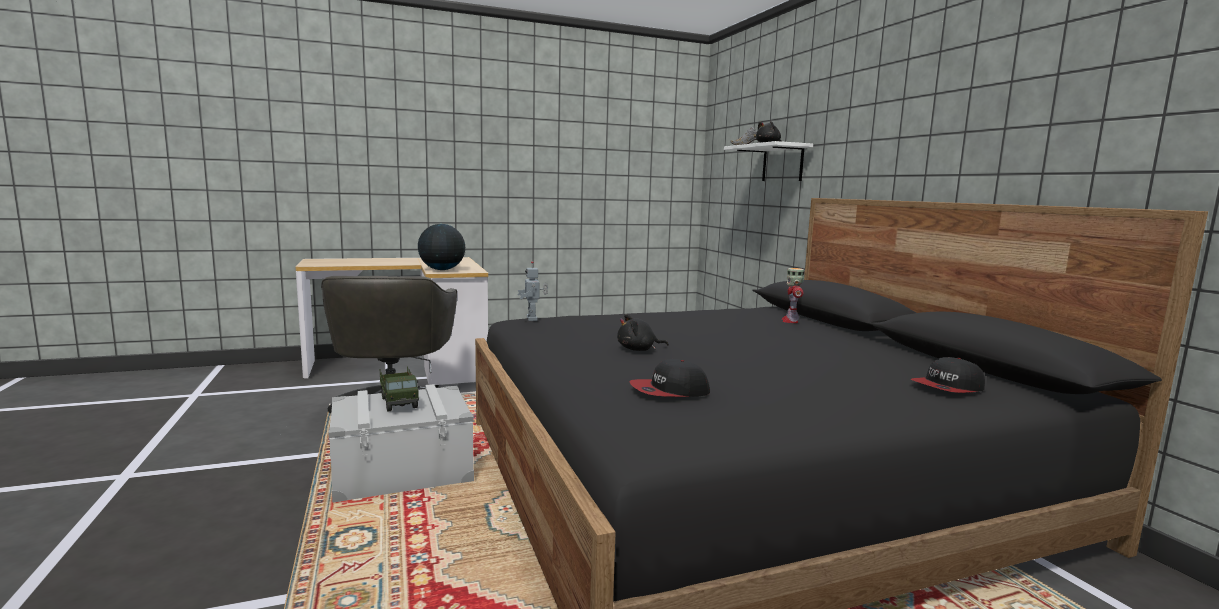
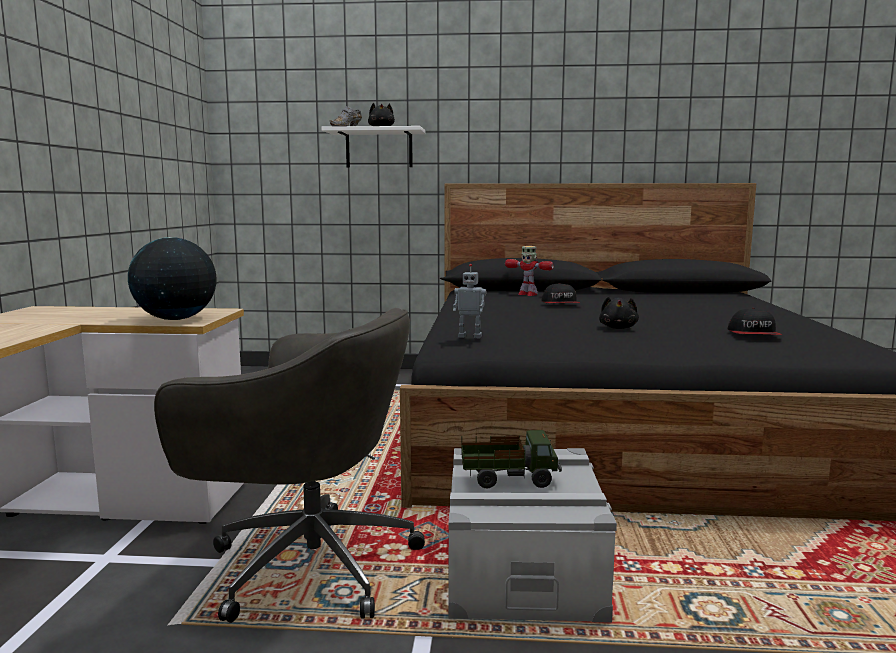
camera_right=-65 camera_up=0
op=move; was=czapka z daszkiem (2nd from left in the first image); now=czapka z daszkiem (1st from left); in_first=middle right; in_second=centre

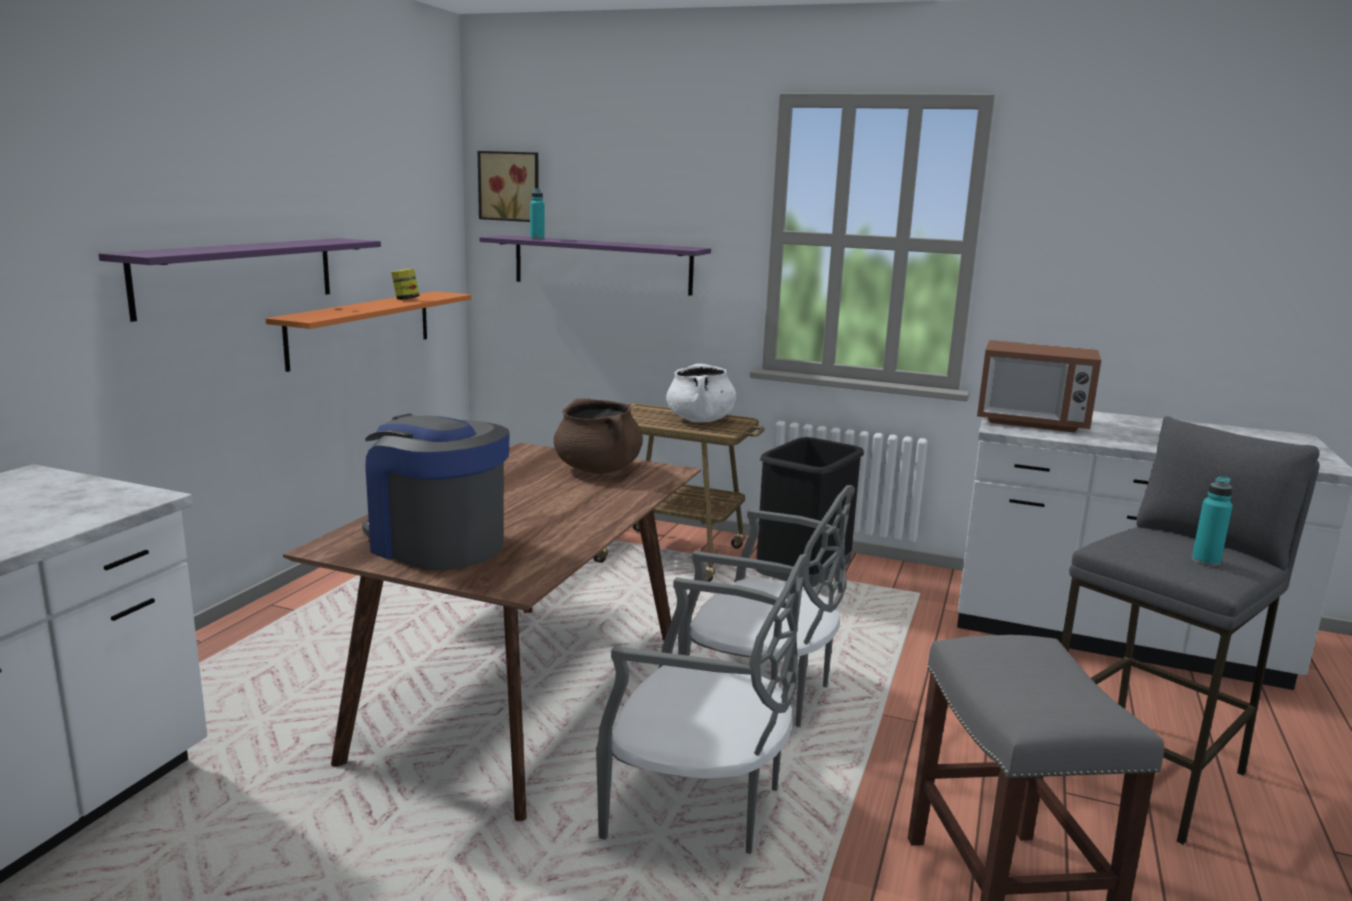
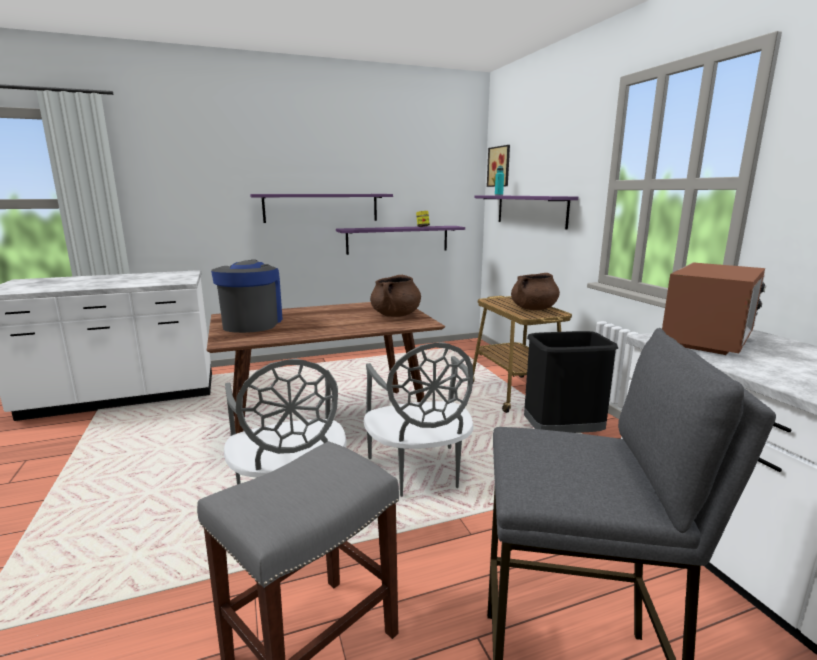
camera_right=50 camera_up=0
op=recolor; was=półka/pomarańczowy; now=półka/fioletowy (2nd from left); in_first=middle left; in_second=centre
op=recolor; was=garnek/biały; now=garnek/brązowy (2nd from left); in_first=centre; in_second=centre
op=rotate; was=mikrofalówka; in_first=middle right; in_second=middle right; clockwise=-120
op=delete; was=butelka/turkusowy (2nd from left); in_first=middle right

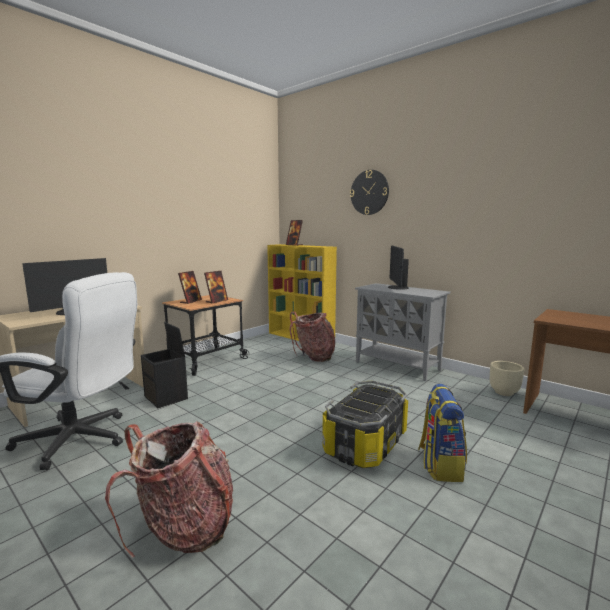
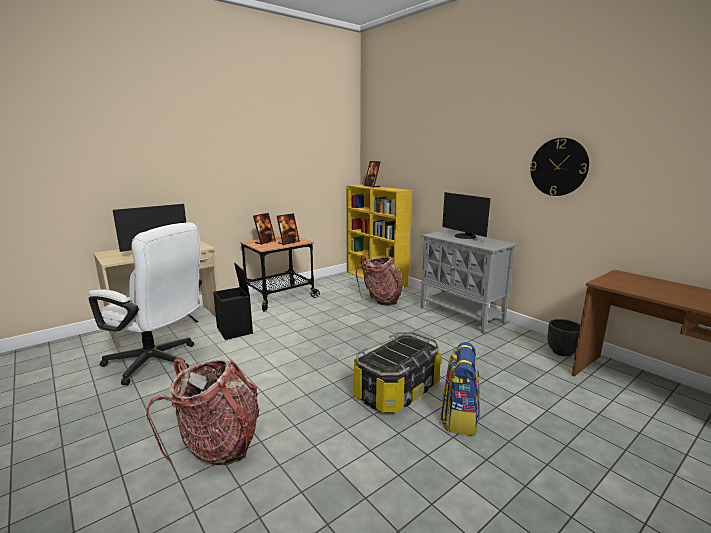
camera_right=10 camera_up=5
op=move; was=zegar ścienny; in_first=top centre; in_second=top right
op=rotate; was=monitor (2nd from left); in_first=centre; in_second=centre; clockwise=-45
op=recolor; was=donica/beżowy; now=donica/czarny; in_first=middle right; in_second=middle right

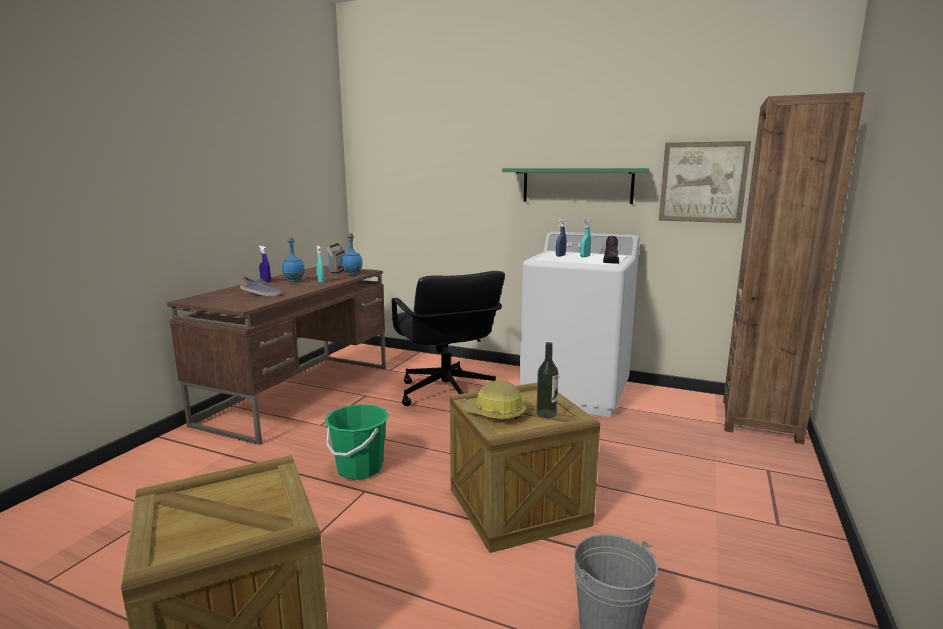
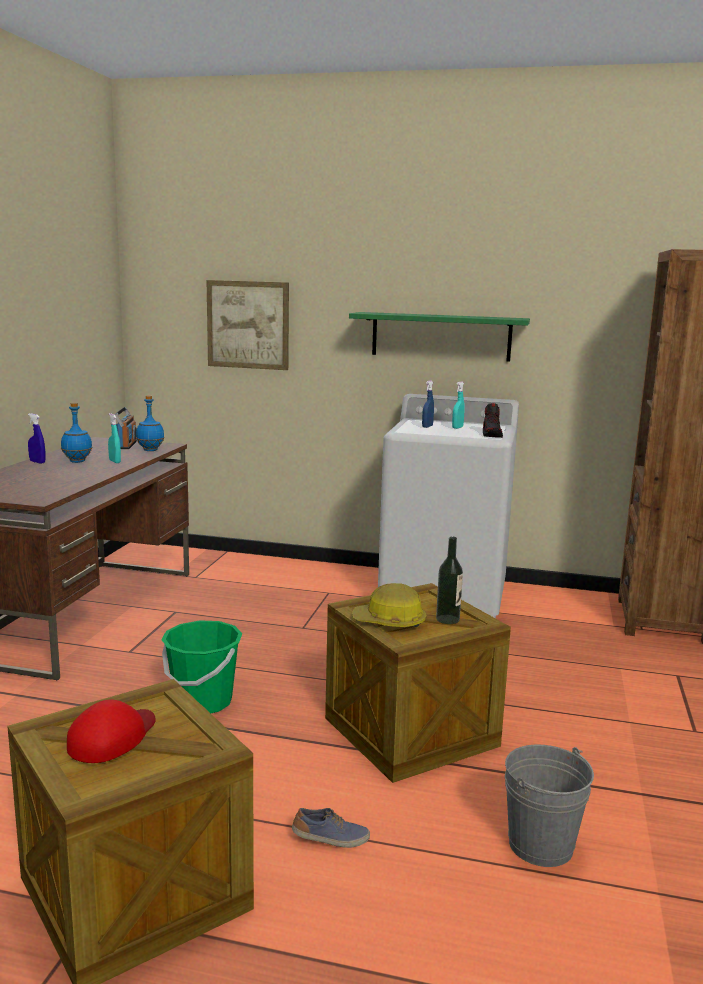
camera_right=-10 camera_up=0
op=move; was=but (1st from left); in_first=middle left; in_second=bottom centre
op=delete; was=krzesło biurowe/czarny; in_first=centre
op=move; was=obraz; in_first=top right; in_second=top centre
op=insert; now=czapka z daszkiem/czerwony; in_second=bottom left

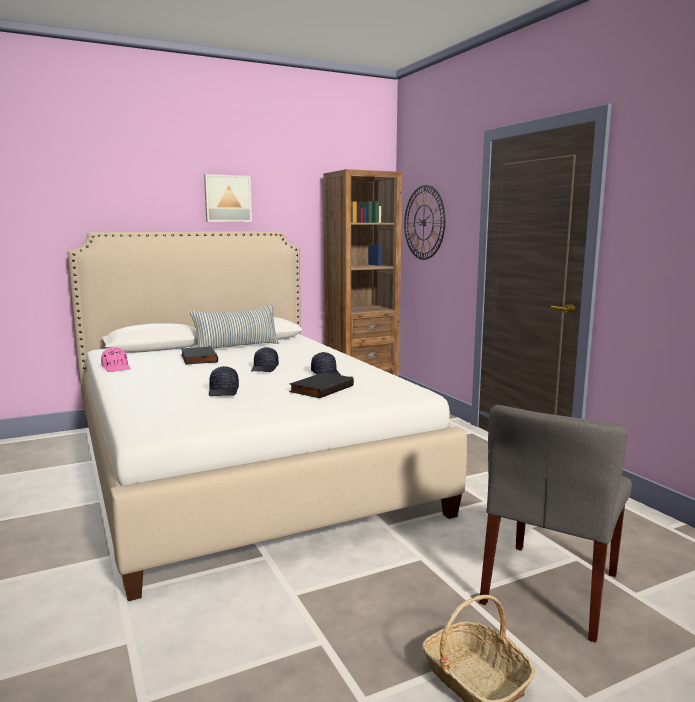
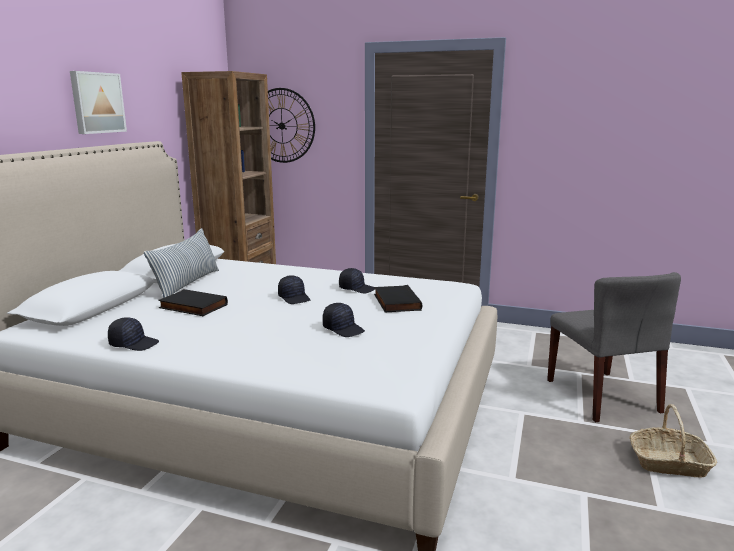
camera_right=-45 camera_up=5
op=recolor; was=czapka z daszkiem/różowy; now=czapka z daszkiem/czarny (1st from left); in_first=middle left; in_second=middle left

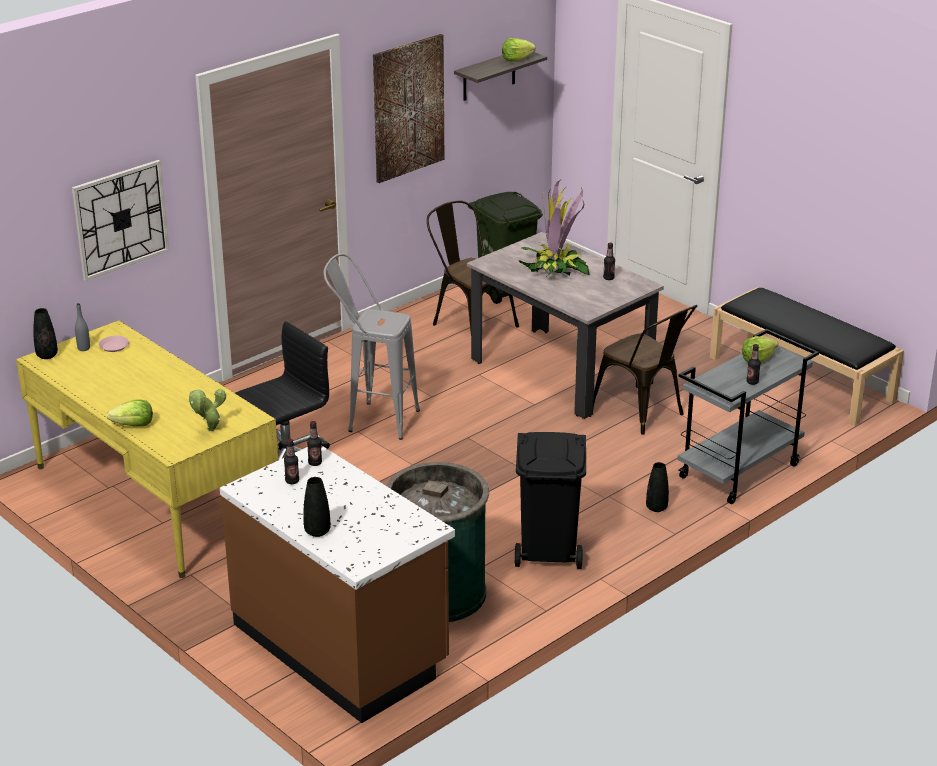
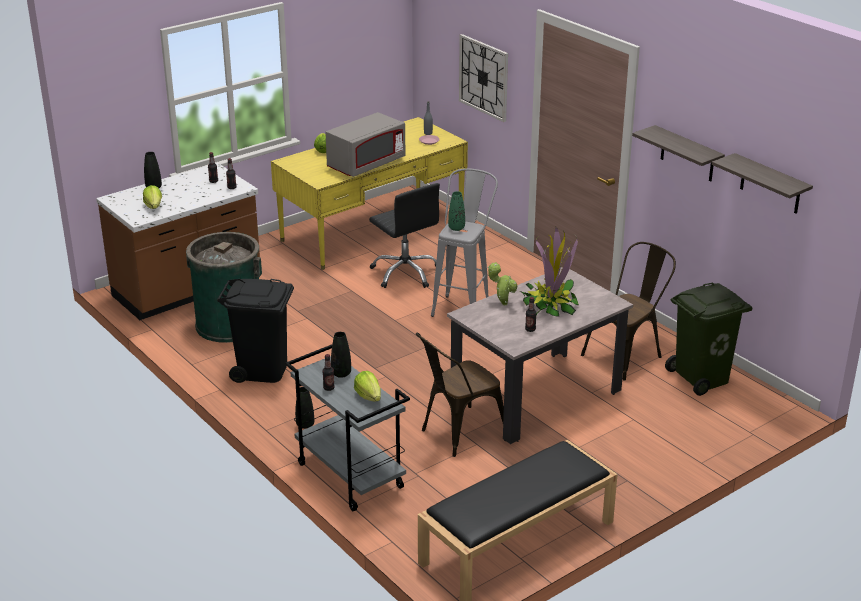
camera_right=95 camera_up=0
op=move; was=wazon/czarny (1st from left in the first image); now=wazon/czarny (3rd from left); in_first=middle left; in_second=centre
op=move; was=roślina doniczkowa (1st from left); in_first=middle left; in_second=centre
op=replace; was=obraz; now=półka (1st from left); in_first=top centre; in_second=top right
op=move; was=sałata (2nd from left in the first image); now=sałata (1st from left); in_first=top centre; in_second=top left
op=insert; now=mikrofalówka/szary; in_second=top centre
op=insert; now=wazon/zielony; in_second=centre

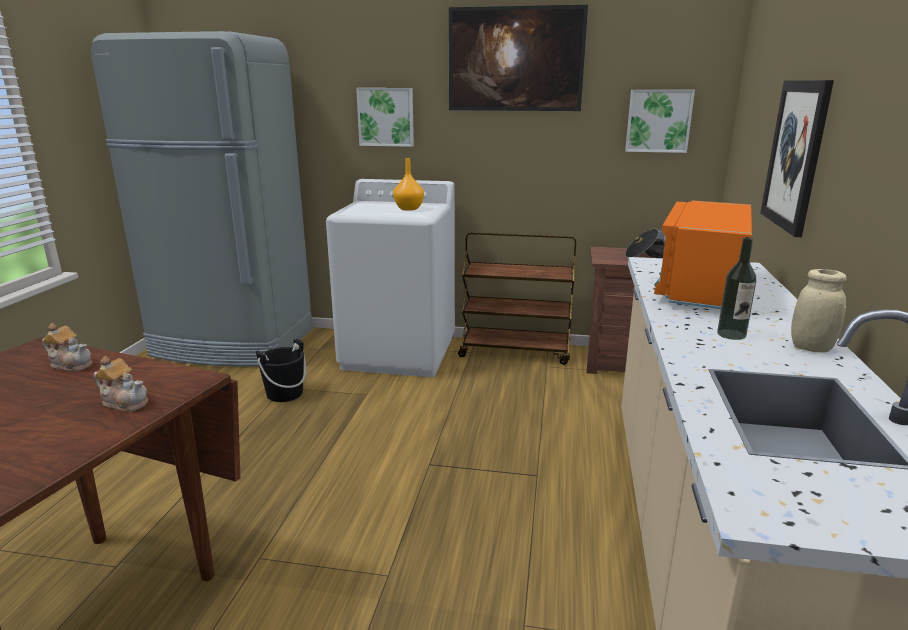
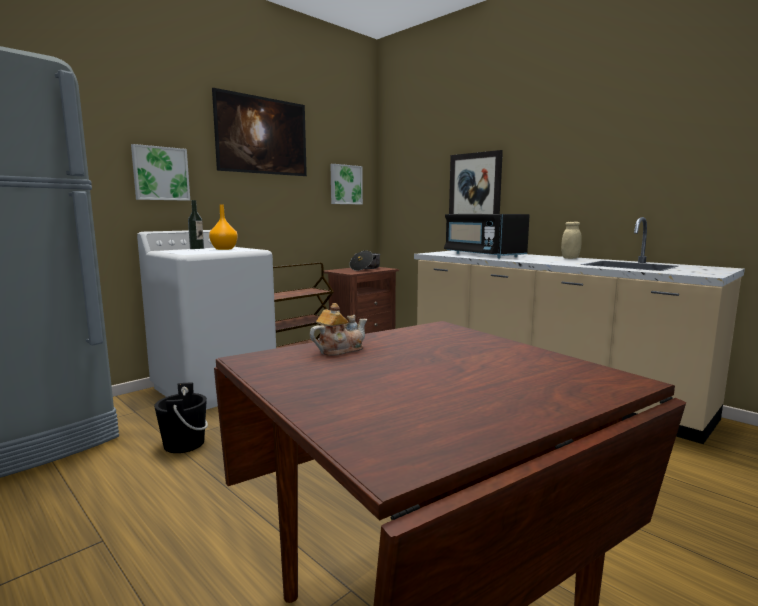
camera_right=-55 camera_up=-10
op=delete; was=imbryk (2nd from left); in_first=middle left
op=recolor; was=mikrofalówka/pomarańczowy; now=mikrofalówka/czarny; in_first=middle right; in_second=centre
op=move; was=butelka; in_first=middle right; in_second=middle left

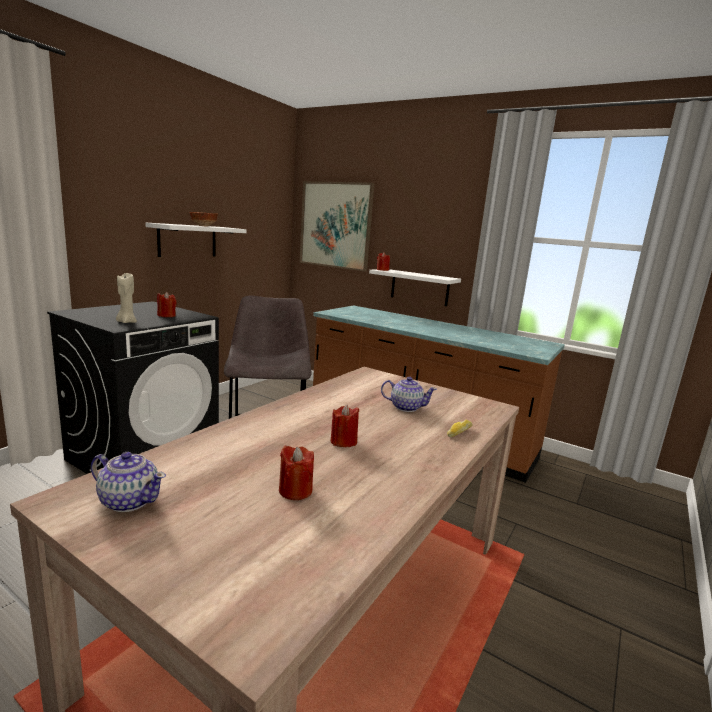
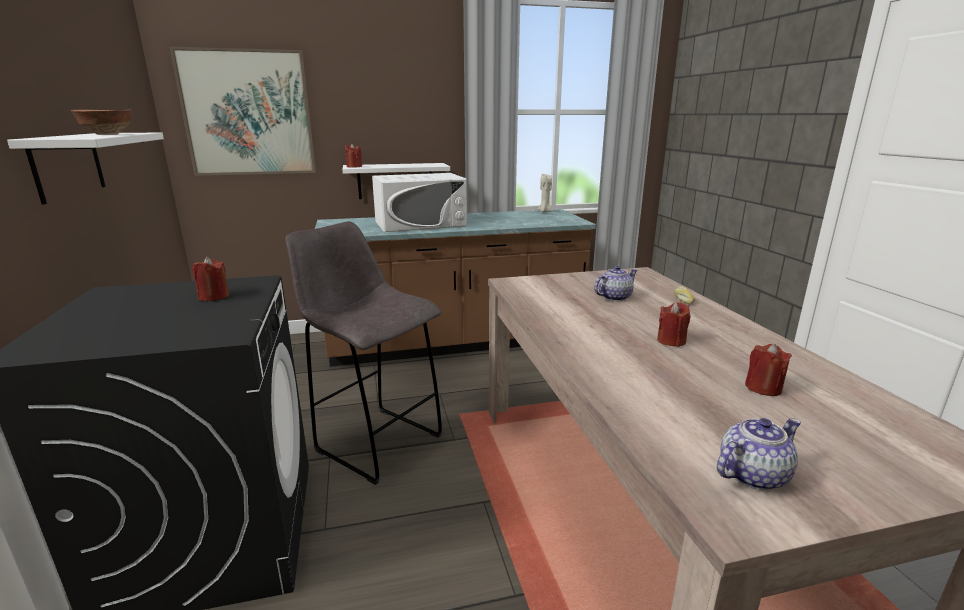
camera_right=-45 camera_up=5
op=move; was=świeca/beżowy; in_first=middle left; in_second=top centre
op=insert; now=mikrofalówka/biały; in_second=top centre

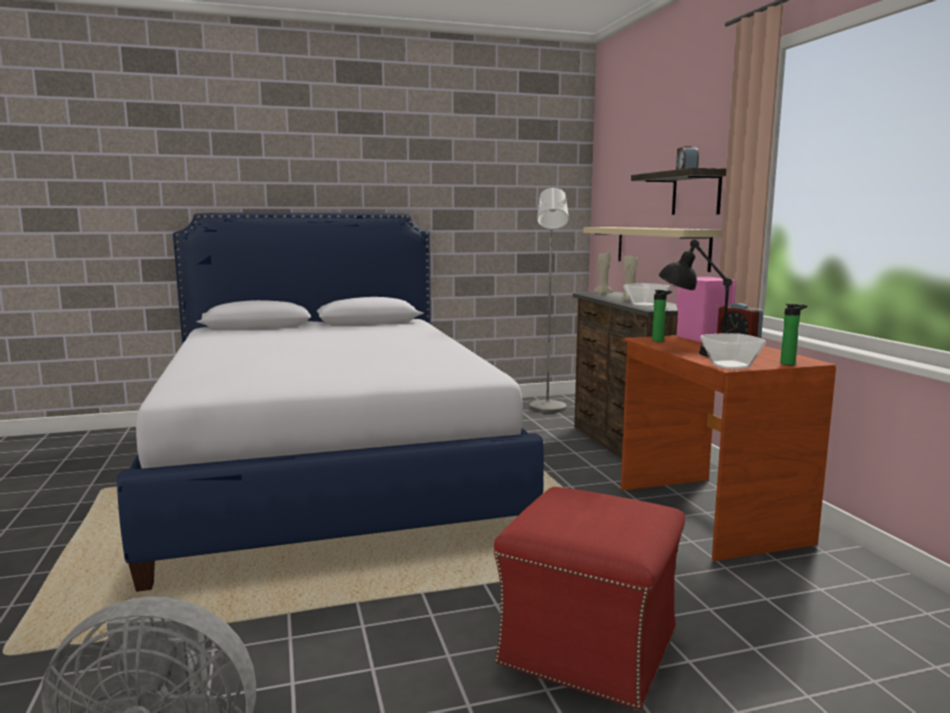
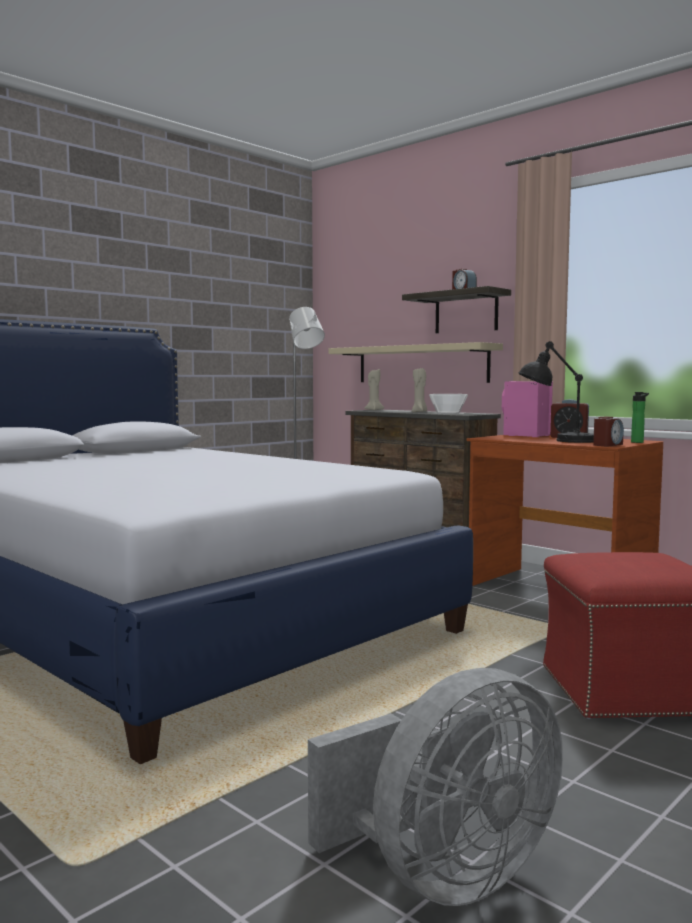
camera_right=-30 camera_up=-5
op=delete; was=butelka (1st from left); in_first=middle right
op=replace; was=miska (2nd from left); now=budzik (3rd from left); in_first=middle right; in_second=middle right

